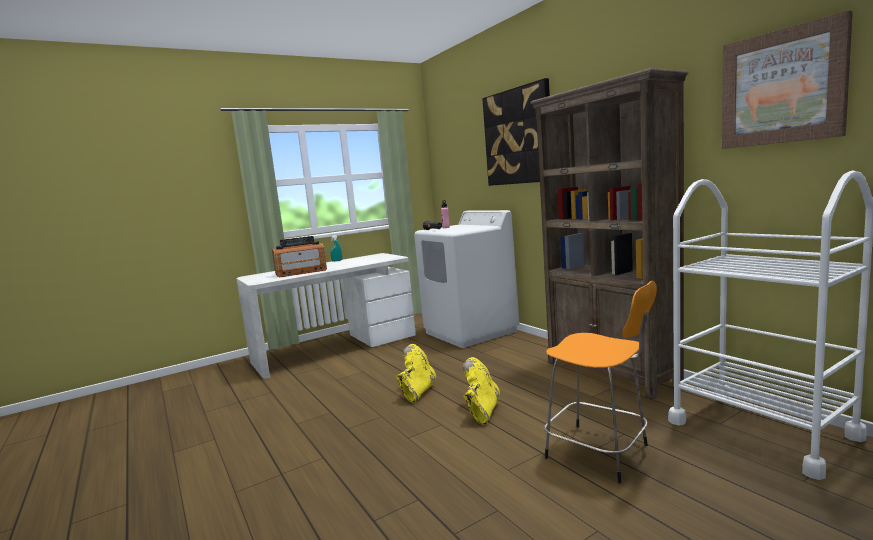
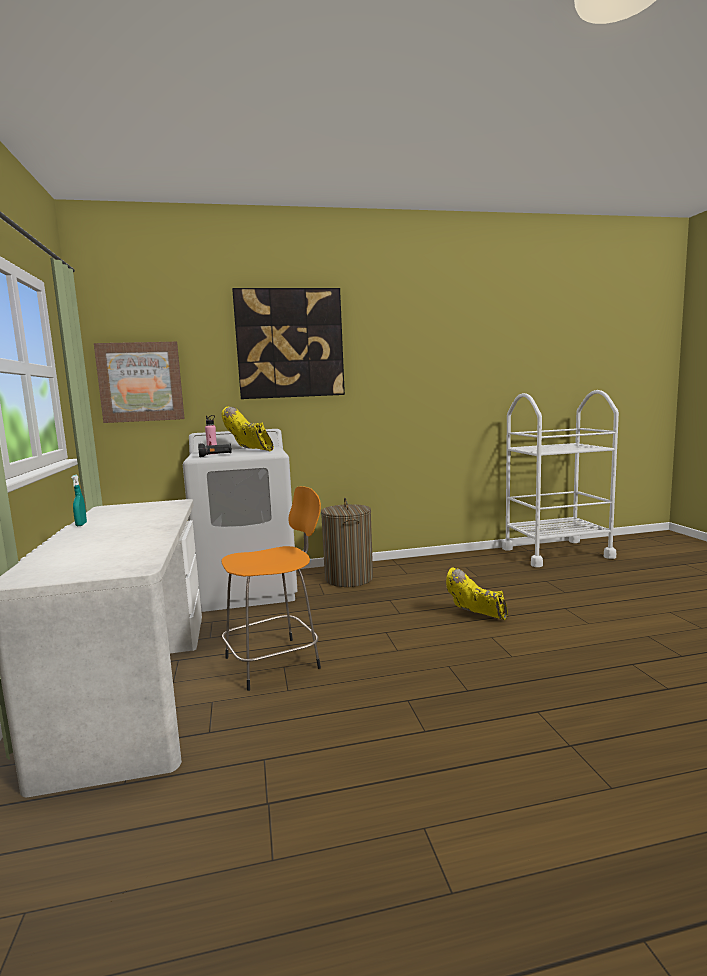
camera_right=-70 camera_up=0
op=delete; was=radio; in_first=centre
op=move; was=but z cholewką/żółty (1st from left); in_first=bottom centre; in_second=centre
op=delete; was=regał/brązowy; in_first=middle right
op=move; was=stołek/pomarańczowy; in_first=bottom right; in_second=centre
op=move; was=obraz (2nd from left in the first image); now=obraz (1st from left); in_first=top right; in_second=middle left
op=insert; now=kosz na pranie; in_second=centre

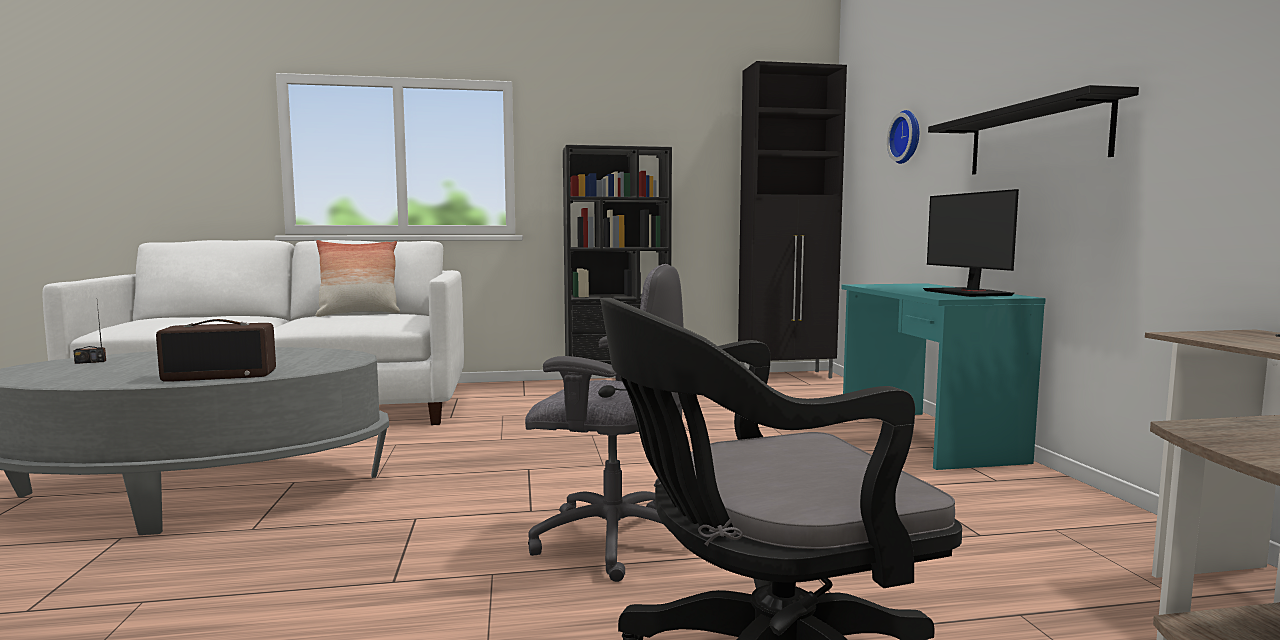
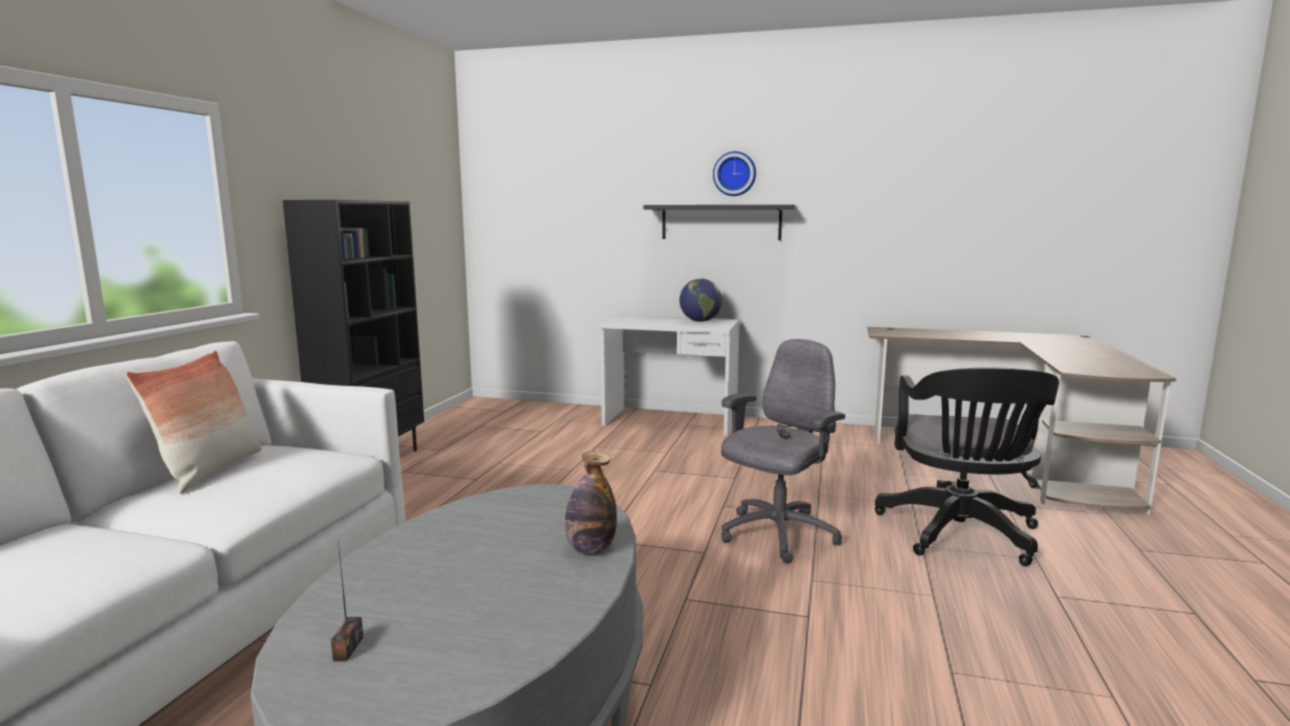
camera_right=-65 camera_up=5
op=replace; was=radio (2nd from left); now=butelka; in_first=middle left; in_second=bottom centre
op=delete; was=szafka/czarny; in_first=centre
op=recolor; was=biurko/turkusowy; now=biurko/biały; in_first=middle right; in_second=centre
op=move; was=zegar ścienny; in_first=top right; in_second=top centre
op=replace; was=monitor; now=globus; in_first=middle right; in_second=centre

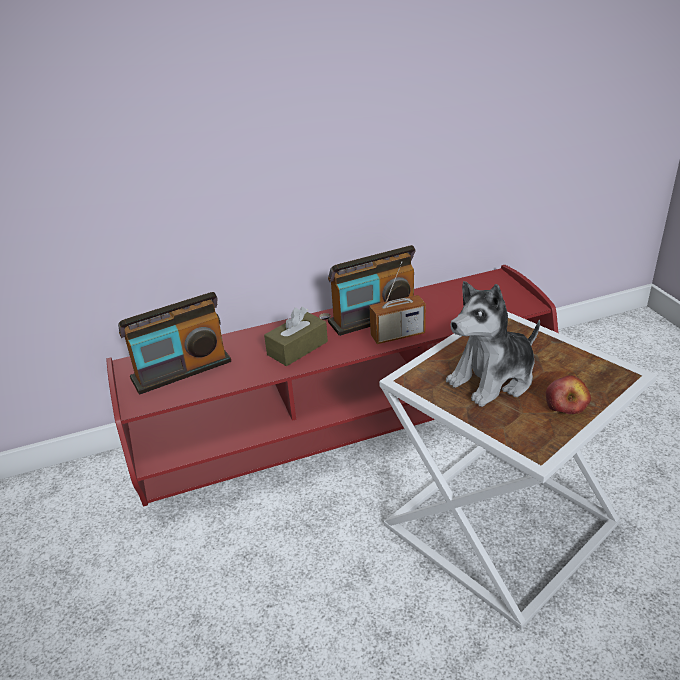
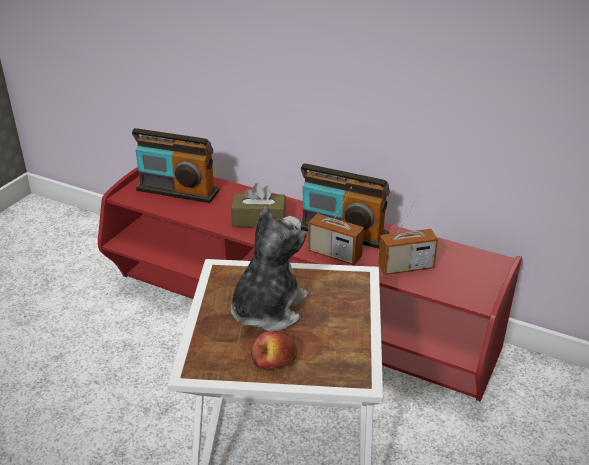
camera_right=45 camera_up=0
op=rotate; was=pluszak; in_first=middle right; in_second=centre; clockwise=105
op=insert; now=radio (4th from left); in_second=middle right

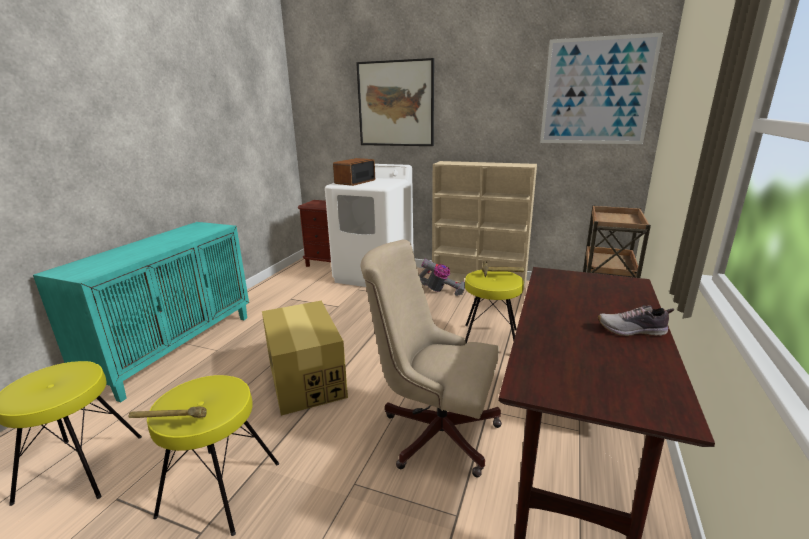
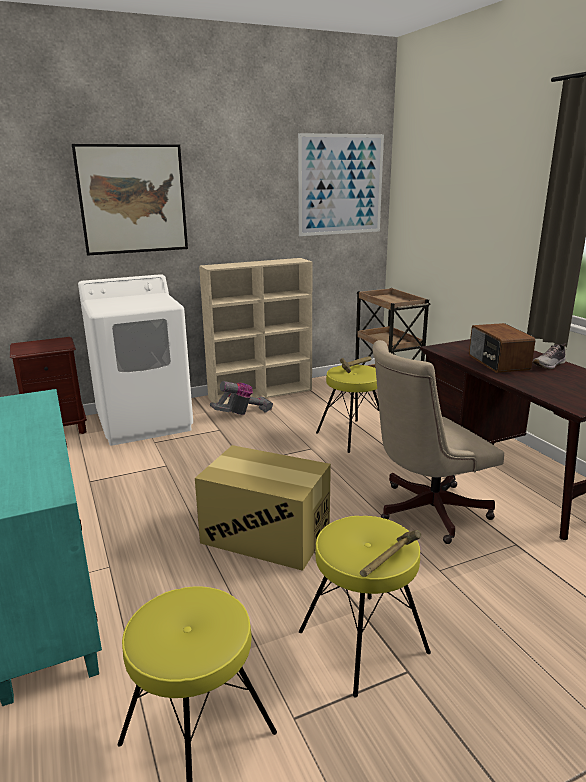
camera_right=-45 camera_up=0
op=move; was=radio; in_first=top centre; in_second=middle right

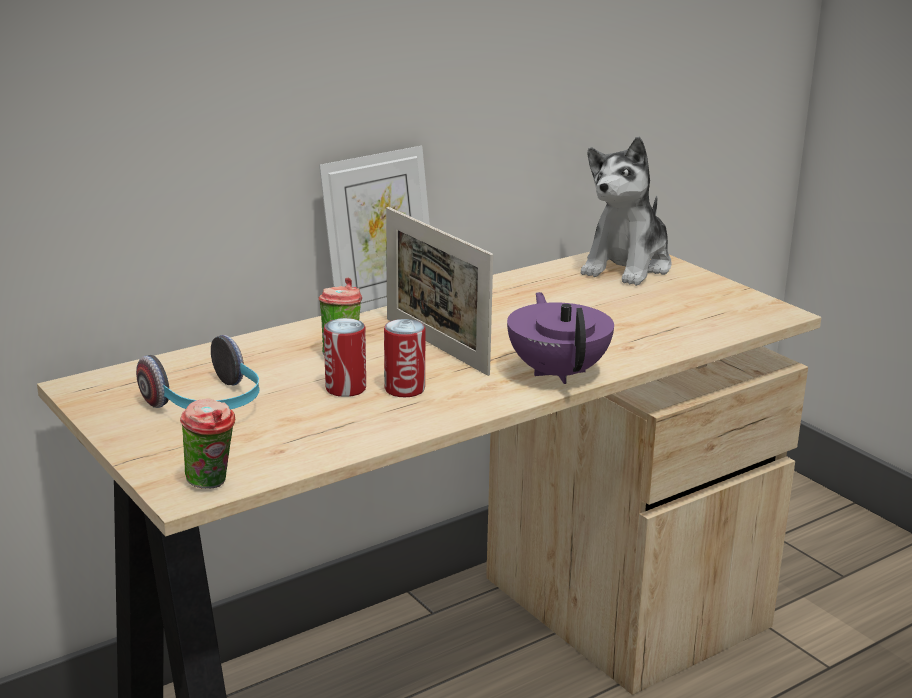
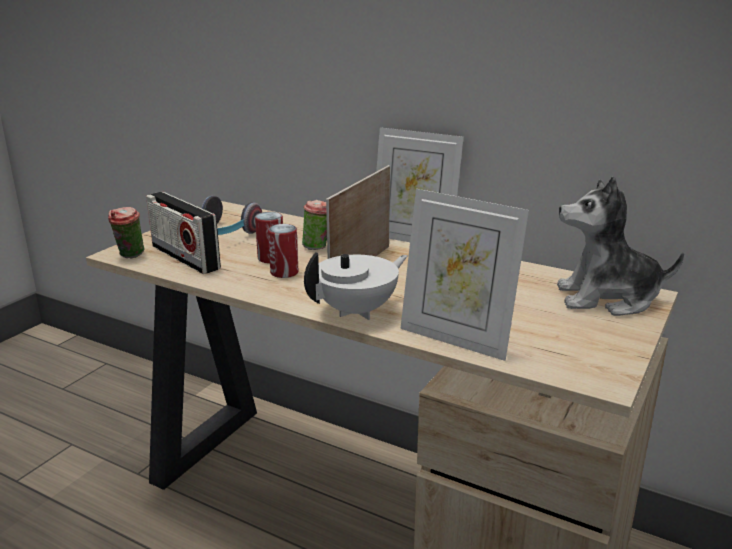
camera_right=65 camera_up=0
op=recolor; was=imbryk/fioletowy; now=imbryk/biały; in_first=centre; in_second=centre
op=insert; now=radio; in_second=middle left
op=insert; now=ramka na zdjęcie (3rd from left); in_second=centre

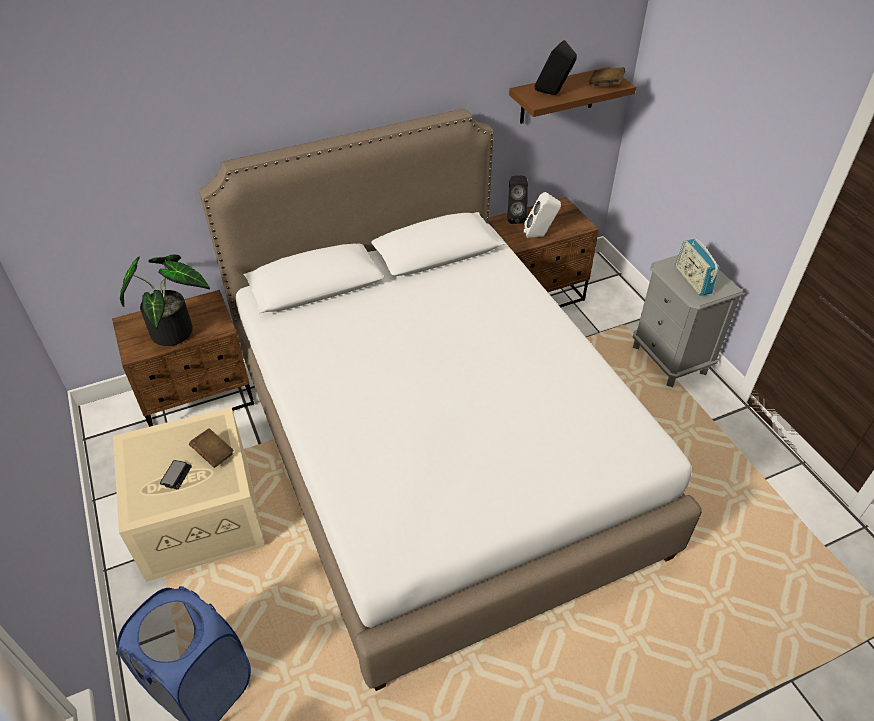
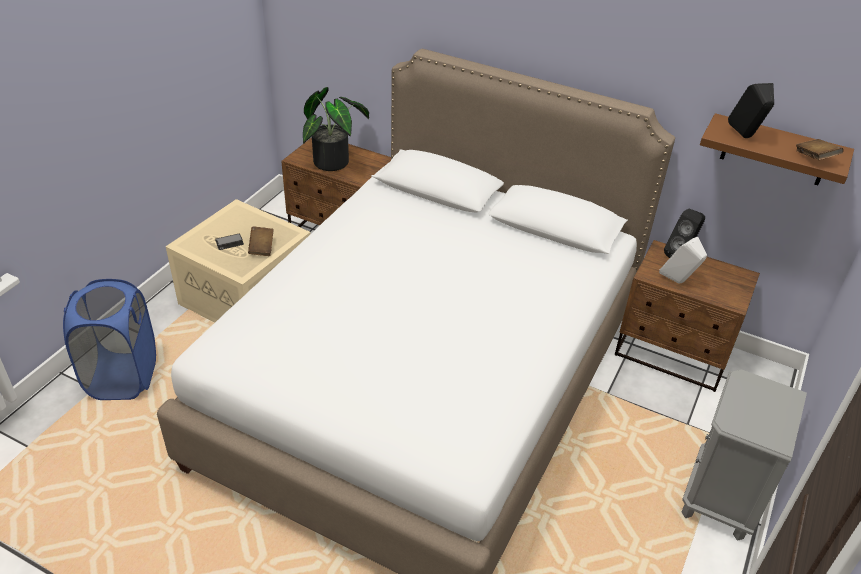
camera_right=50 camera_up=-5
op=delete; was=radio; in_first=middle right

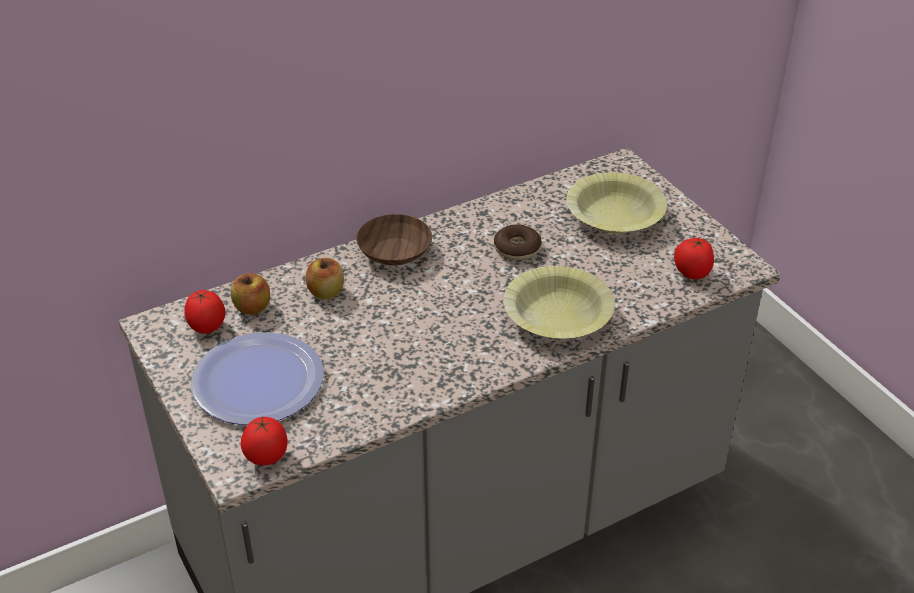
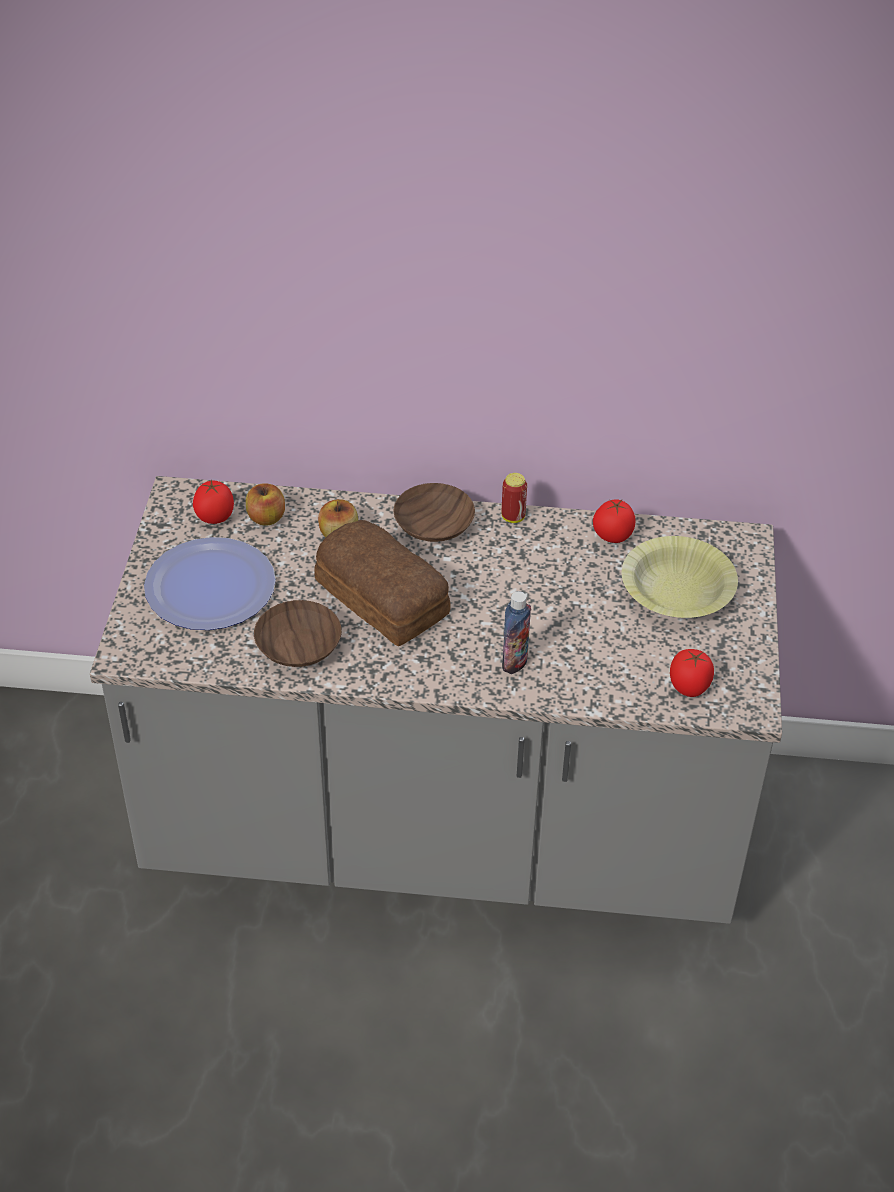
camera_right=35 camera_up=5
op=move; was=pomidor (2nd from left); in_first=bottom left; in_second=middle right
op=delete; was=donut; in_first=centre
op=replace; was=miska/żółty (1st from left); now=butelka; in_first=centre; in_second=centre
op=insert; now=miska/brązowy (1st from left); in_second=centre
op=insert; now=chleb; in_second=centre
op=insert; now=puszka; in_second=centre

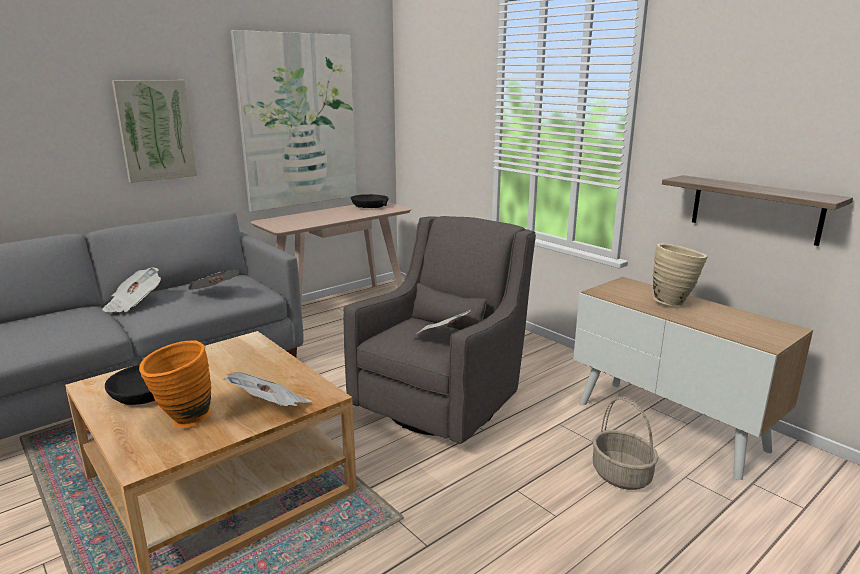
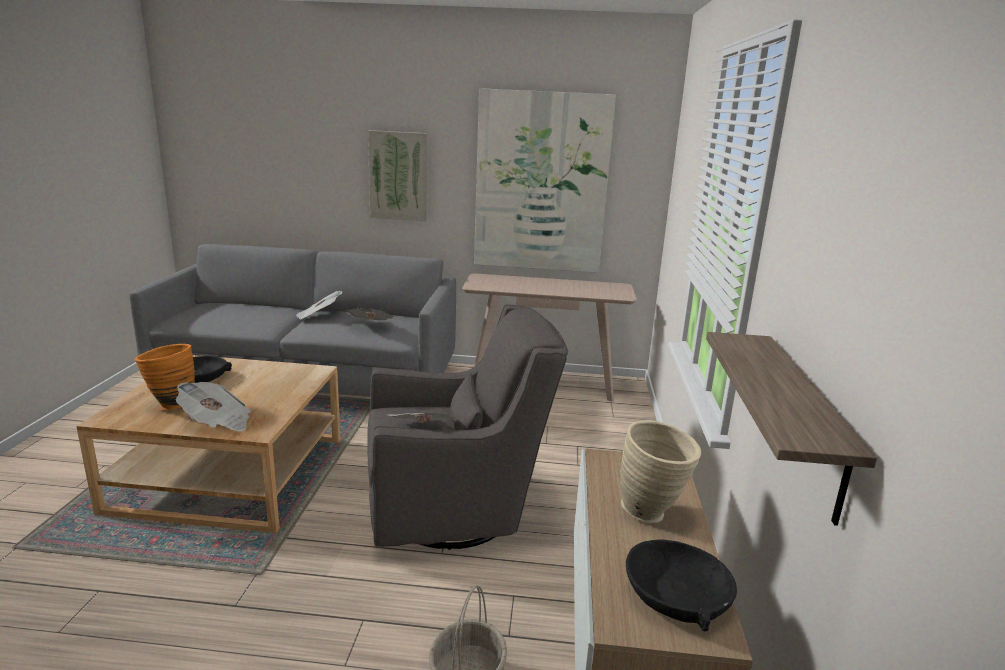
camera_right=45 camera_up=0
op=move; was=miska/czarny (2nd from left); in_first=centre; in_second=bottom right

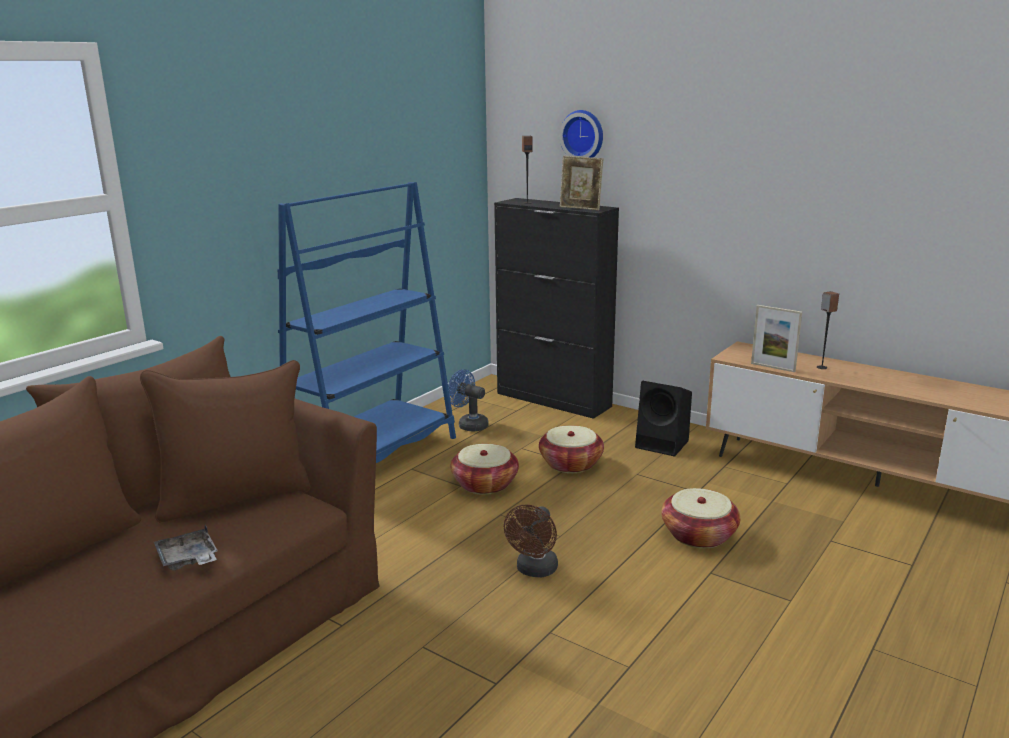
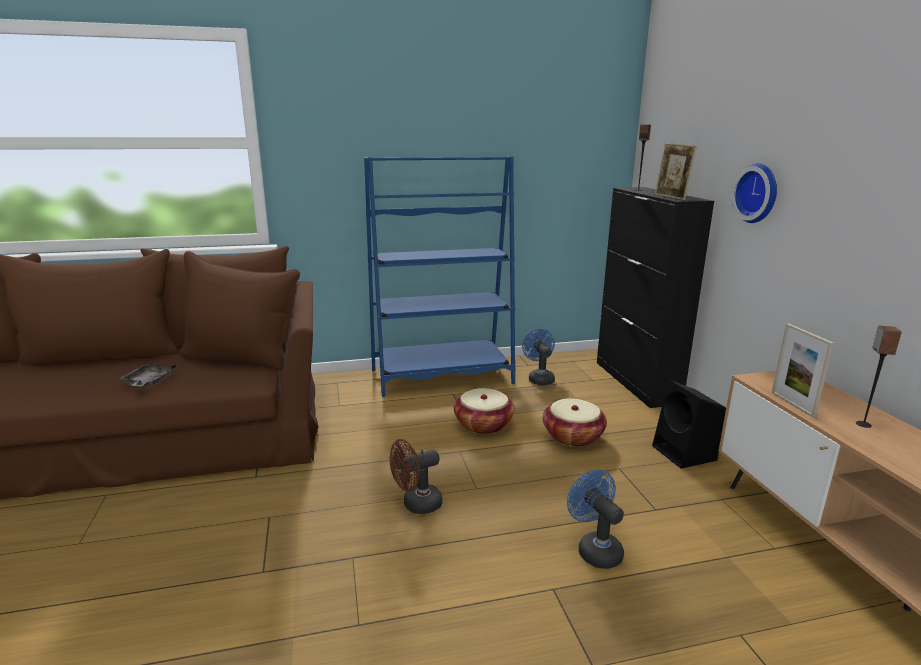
camera_right=40 camera_up=0
op=move; was=zegar ścienny; in_first=top centre; in_second=top right
op=replace; was=koszyk (3rd from left); now=wentylator/niebieski (2nd from left); in_first=bottom right; in_second=bottom centre

